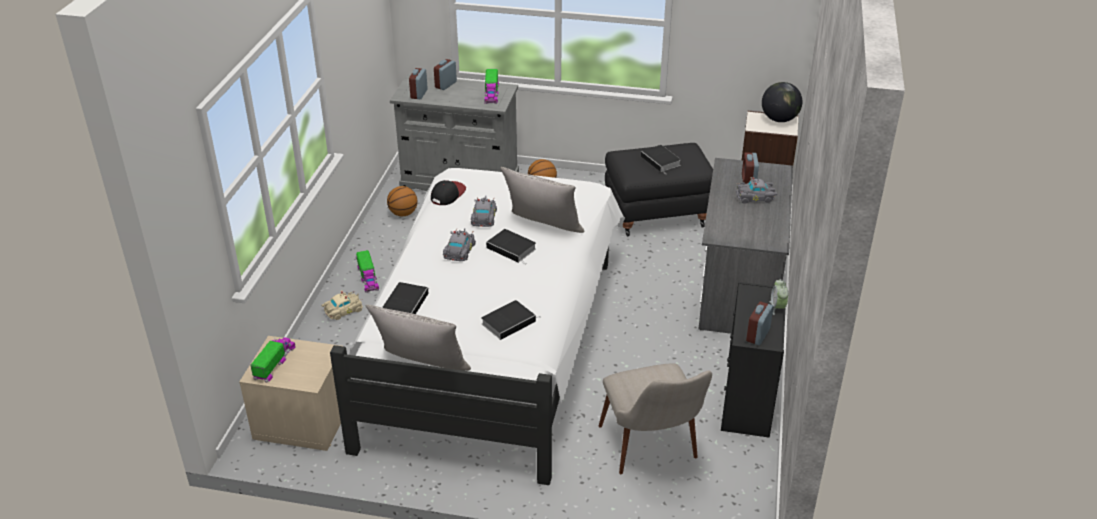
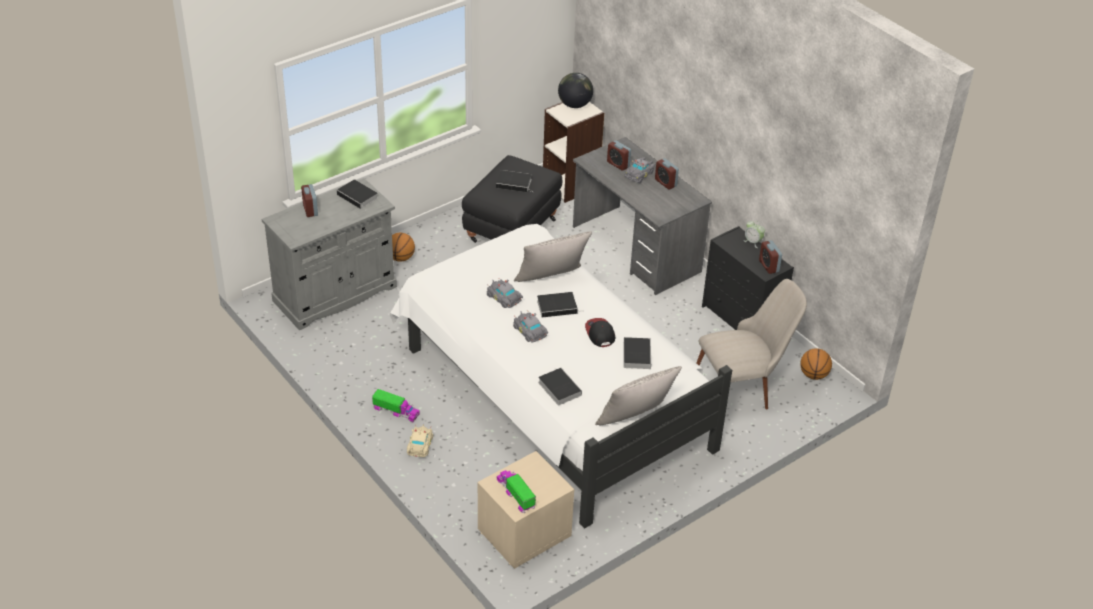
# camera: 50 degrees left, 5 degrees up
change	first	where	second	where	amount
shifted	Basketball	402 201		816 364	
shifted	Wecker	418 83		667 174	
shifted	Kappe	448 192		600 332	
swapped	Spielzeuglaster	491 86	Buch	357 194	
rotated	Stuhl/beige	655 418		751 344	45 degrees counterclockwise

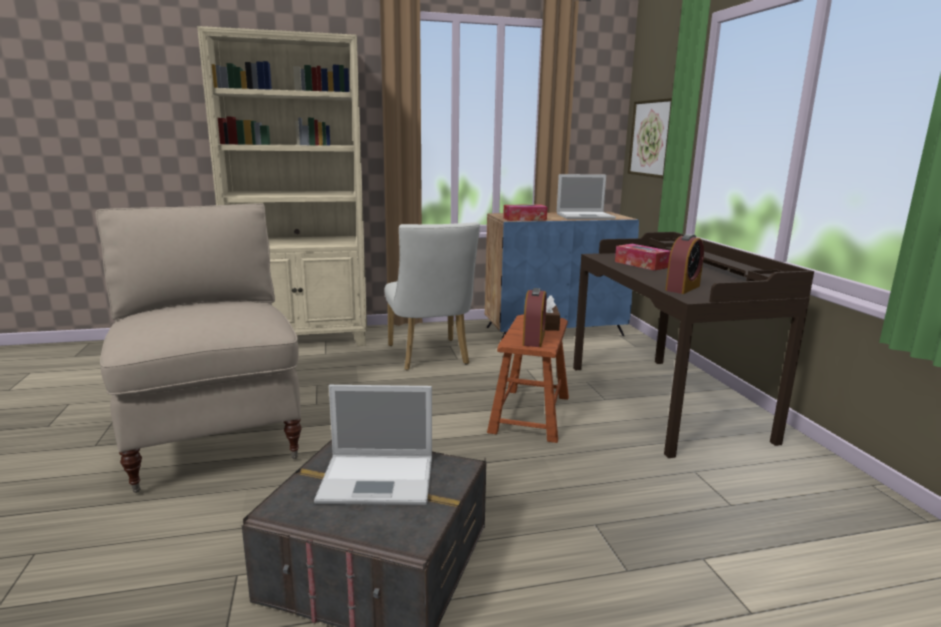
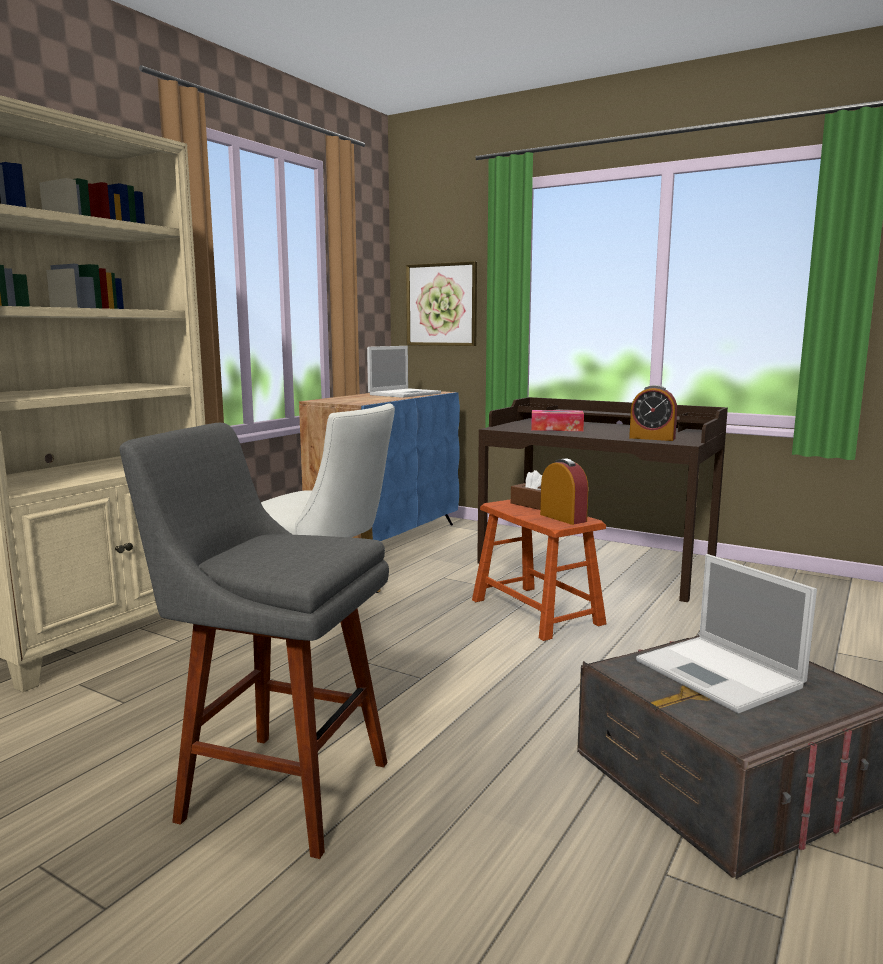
# camera: 45 degrees left, 5 degrees down
change	first	where	second	where	amount
gone	Taschentuchbox	525 212			
swapped	Stuhl/beige	198 348	Hocker/grau	254 641	
rotated	Laptop	373 445		726 634	105 degrees clockwise
rotated	Wecker	684 264		653 413	120 degrees clockwise

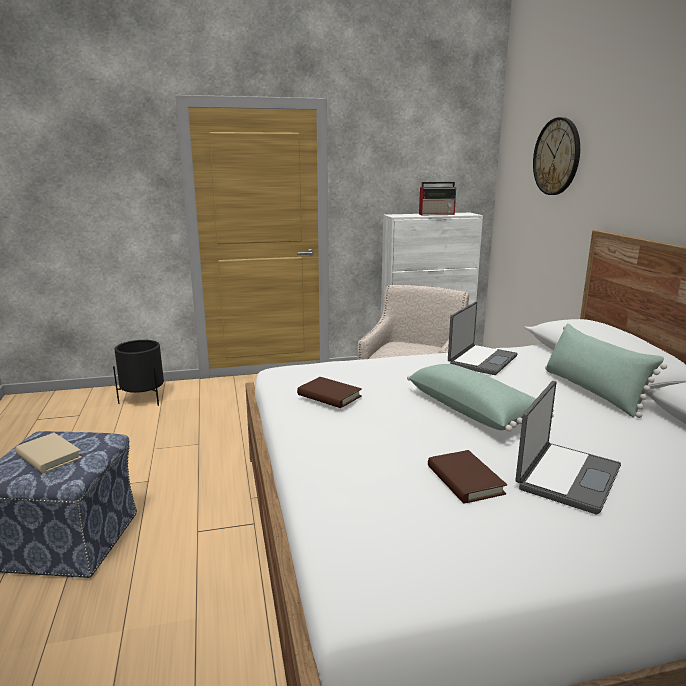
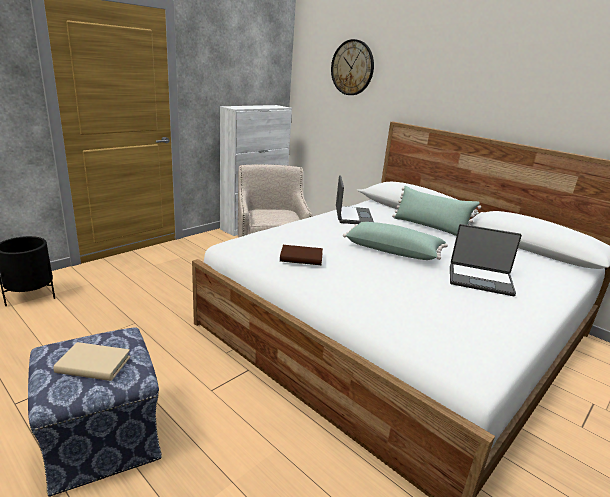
# camera: 35 degrees left, 5 degrees up
change	first	where	second	where	amount
gone	Radio	437 198			
gone	Buch/braun	467 477			
rotated	Laptop	568 448		486 260	105 degrees clockwise

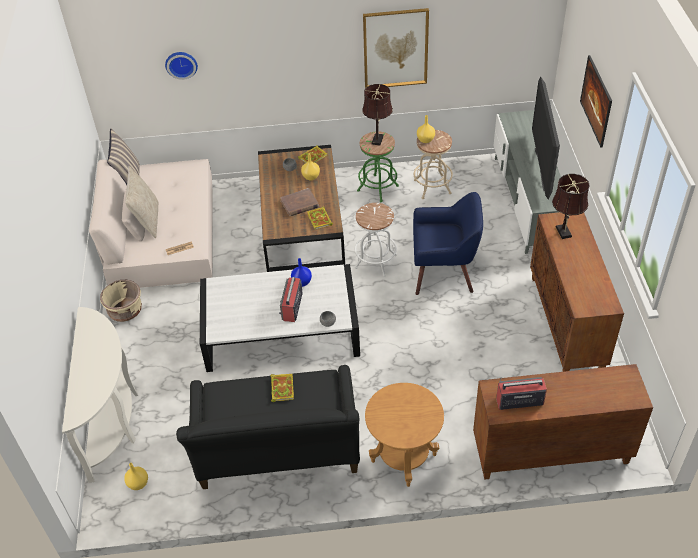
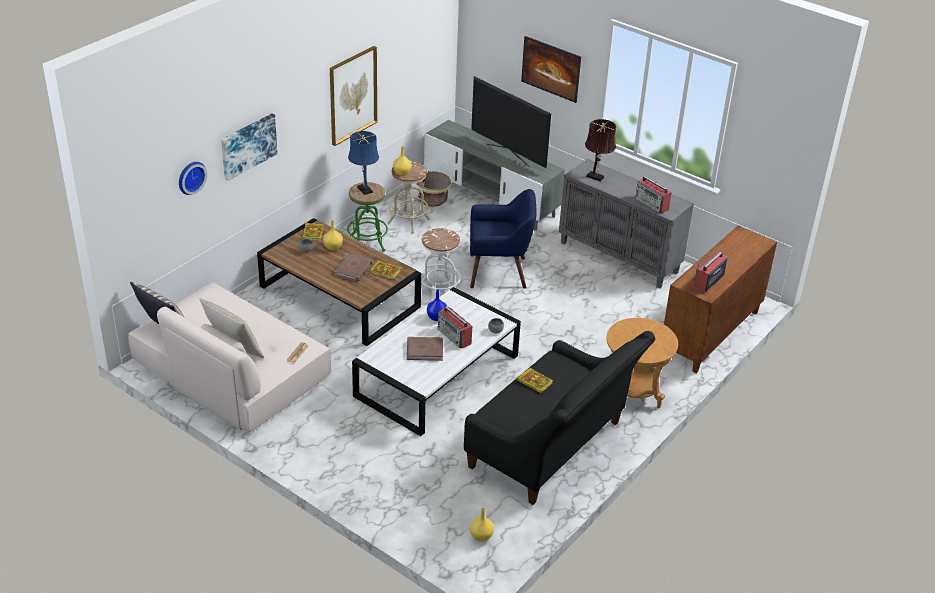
# camera: 50 degrees left, 10 degrees down
change	first	where	second	where	amount
gone	Konsolentisch/weiß	100 395			
new			Bild	249 147	
new			Buch/braun	425 349	
new			Radio	653 195	
shifted	Pflanzkübel/beige	121 301		433 189	
repainted	Tischlampe/braun	377 114	Tischlampe/blau	363 163	
repainted	Schrank/braun	577 292	Schrank/grau	626 224	
rotated	Sessel/blau	448 243		503 238	45 degrees clockwise

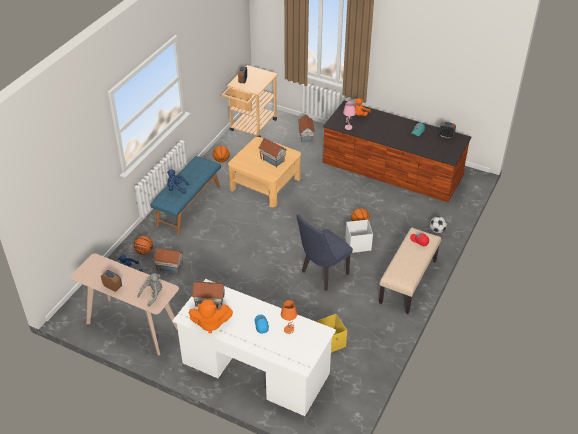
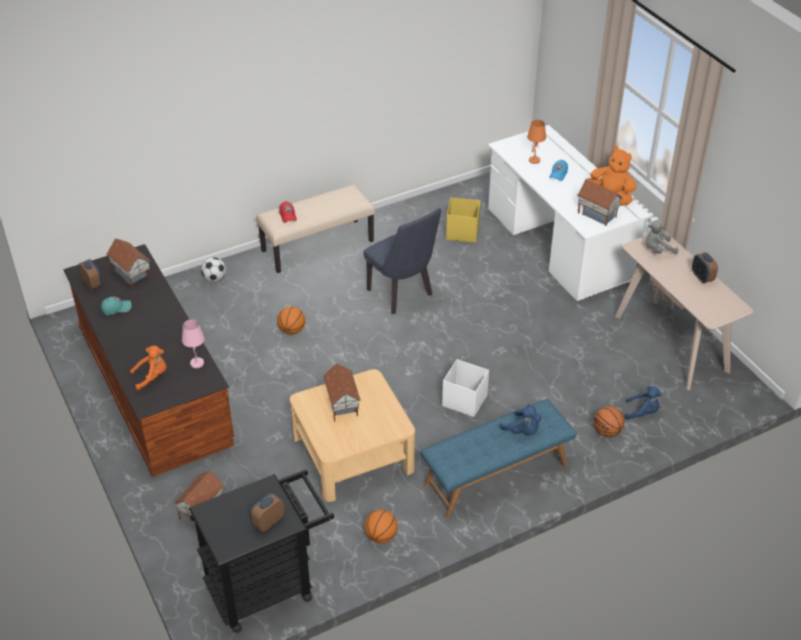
# camera: 145 degrees left, 0 degrees up
change	first	where	second	where	amount
shifted	Spielzeughaus	168 261		128 263	
shifted	Aufbewahrungsbox/weiß	359 236		465 388	
repainted	Rollwagen/beige	249 101	Rollwagen/schwarz	261 551	
rotated	Stuhl/blau	325 252		402 261	60 degrees clockwise

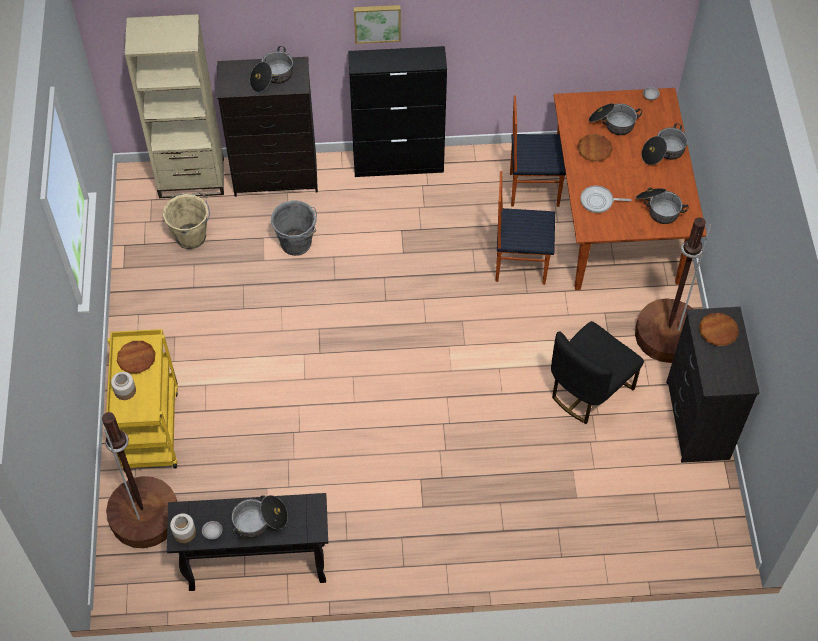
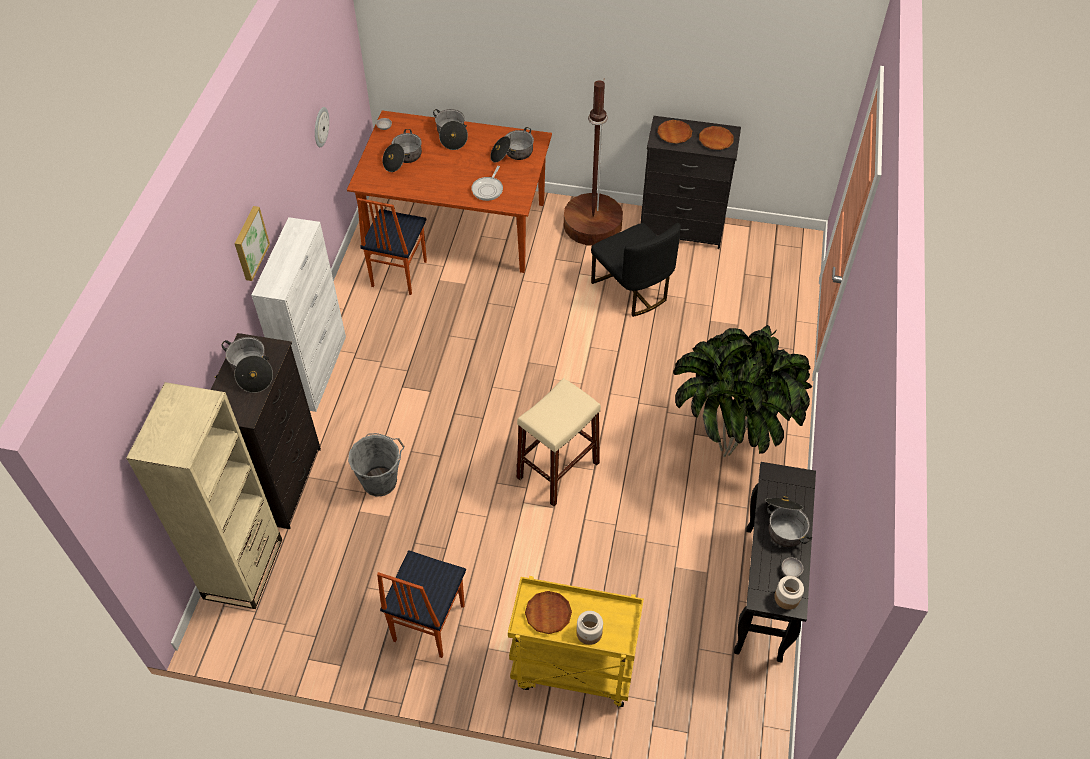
# camera: 75 degrees left, 5 degrees down
change	first	where	second	where	amount
gone	Stehlampe/braun	139 480			
gone	Eimer/beige	186 220			
new			Wanduhr	322 127	
new			Hocker/beige	558 442	
new			Topfpflanze	742 391	
shifted	Stuhl	525 228		421 604	
shifted	Teller/braun	595 148		716 138	
repainted	Schrank/schwarz	397 111	Schrank/weiß	298 314	

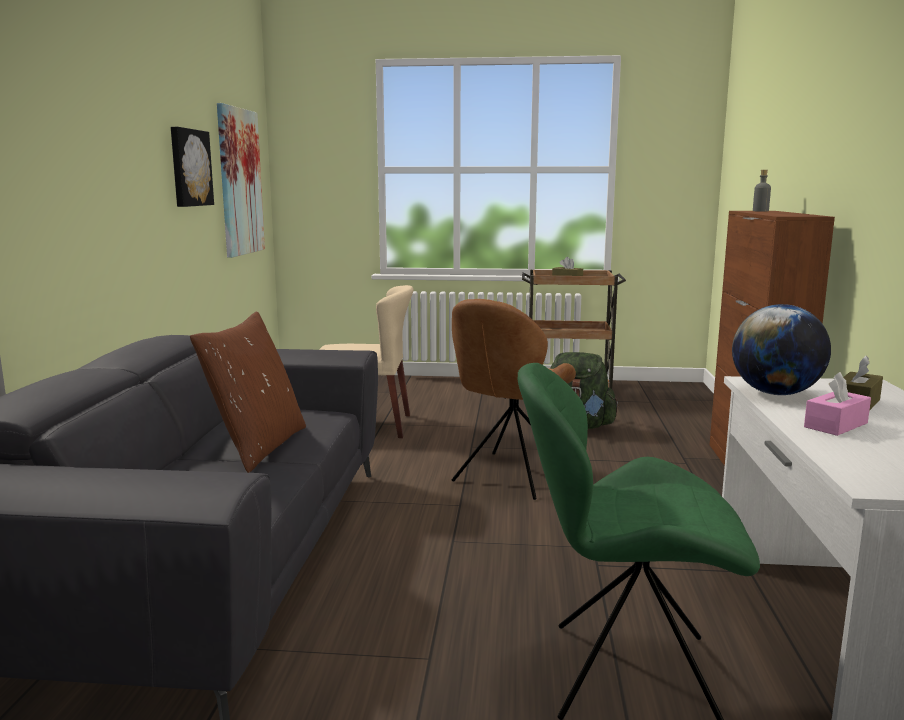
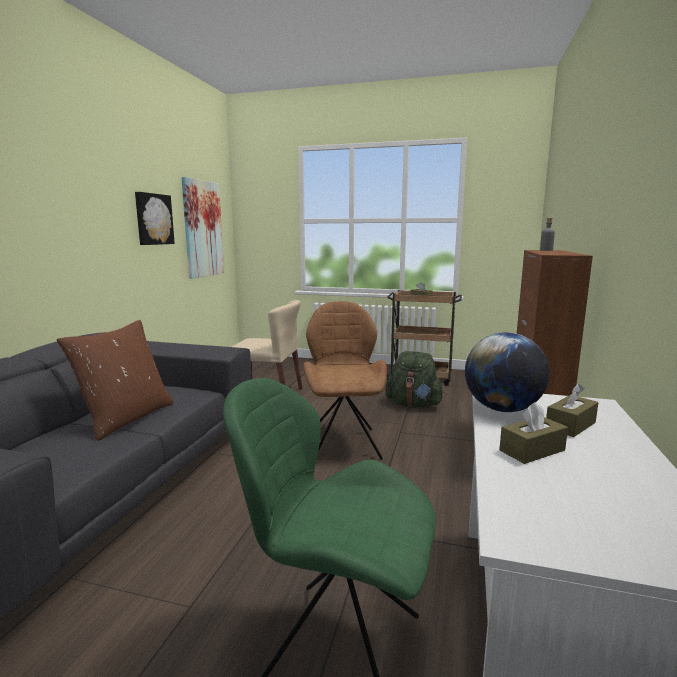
# camera: 10 degrees right, 0 degrees up
change	first	where	second	where	amount
repainted	Taschentuchbox/rosa	837 404	Taschentuchbox/braun	533 433	
rotated	Stuhl/braun	514 399		345 380	135 degrees clockwise

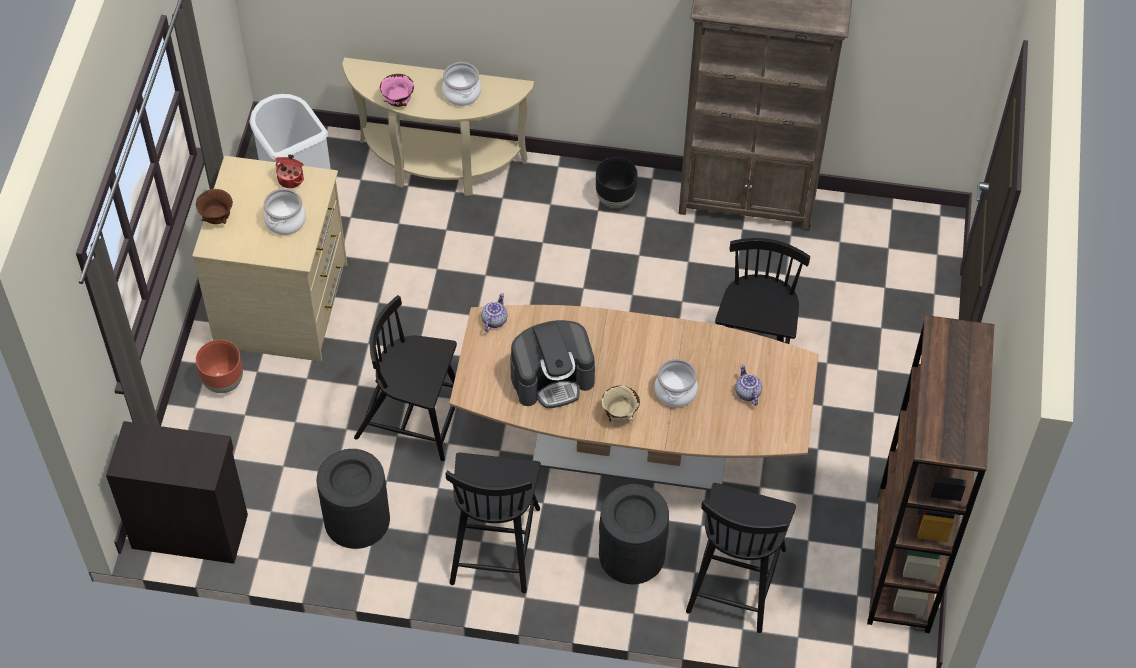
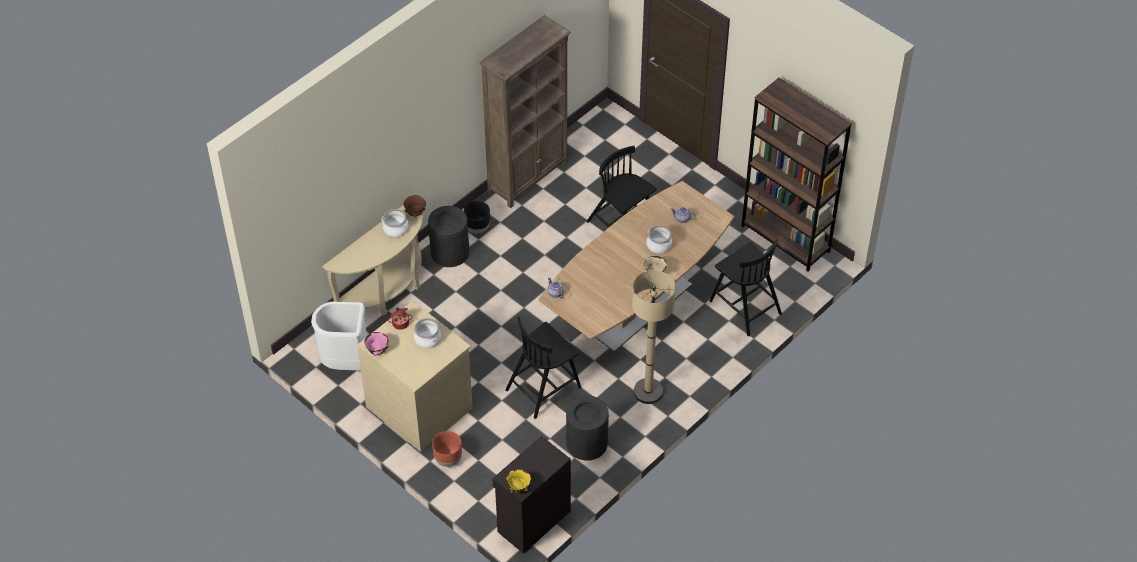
# camera: 55 degrees left, 5 degrees down
change	first	where	second	where	amount
gone	Kaffeemaschine	552 364			
new			Schüssel/gelb	518 481	
shifted	Schüssel/braun	214 206		415 206	
shifted	Schüssel/rosa	397 90		376 344	
shifted	Mülleimer/schwarz	634 534		448 236	
swapped	Stuhl/schwarz	493 523	Stehlampe/beige	653 337	

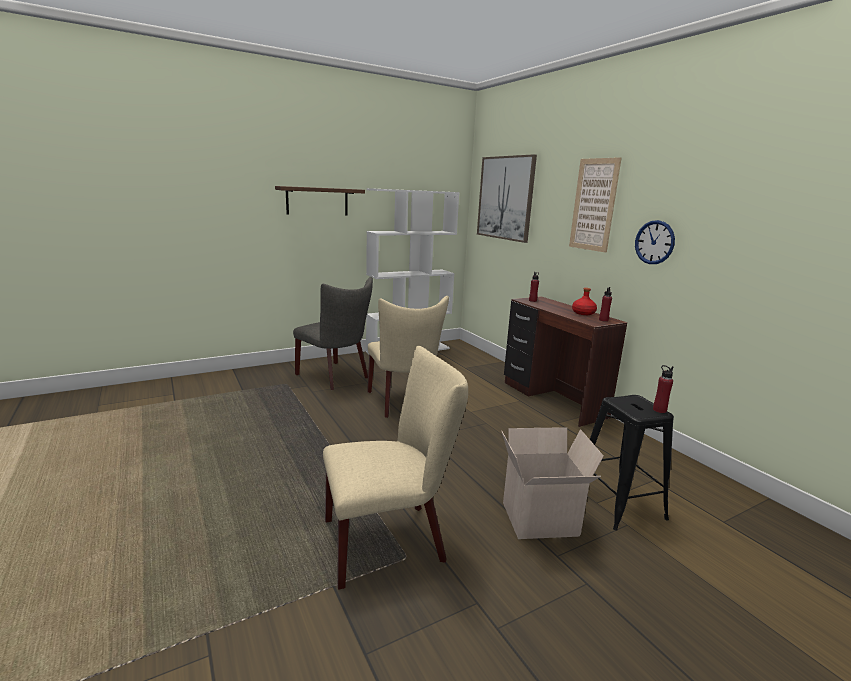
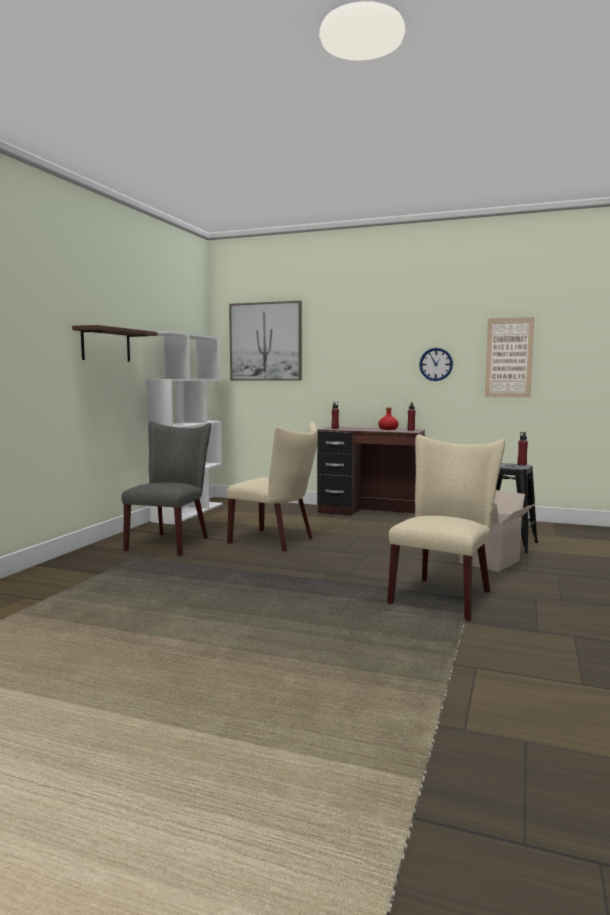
# camera: 40 degrees left, 10 degrees down
change	first	where	second	where	amount
shifted	Bild	595 205		509 357	
rotated	Stuhl/grau	333 333		166 488	75 degrees counterclockwise

